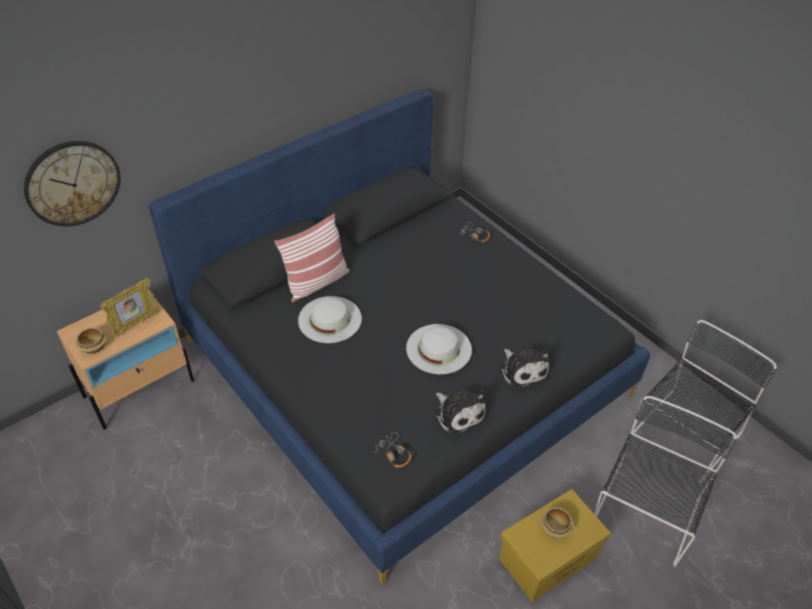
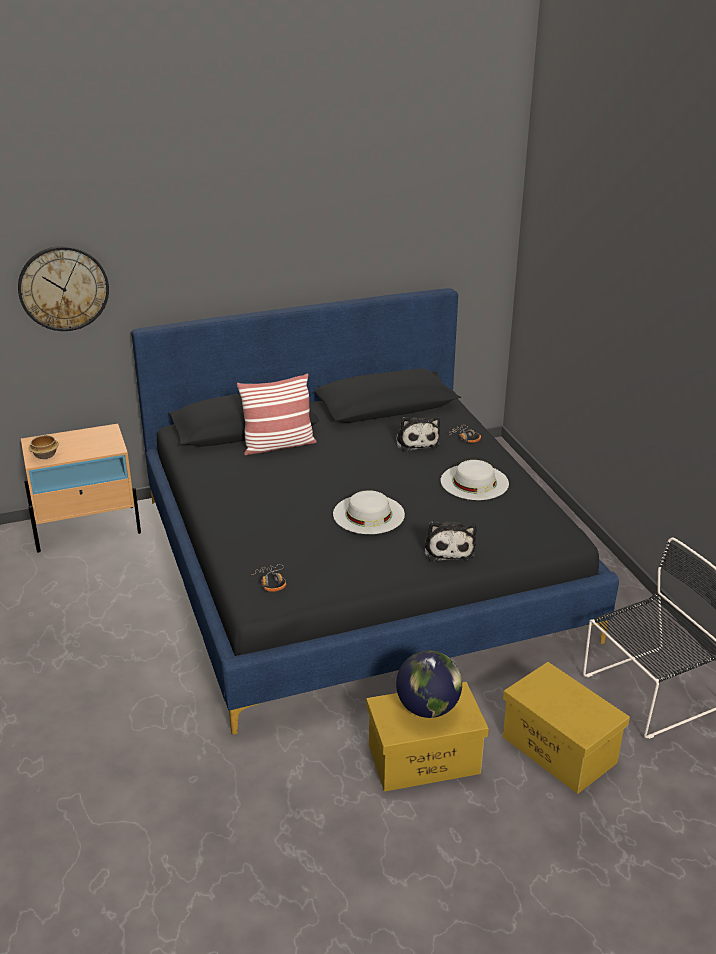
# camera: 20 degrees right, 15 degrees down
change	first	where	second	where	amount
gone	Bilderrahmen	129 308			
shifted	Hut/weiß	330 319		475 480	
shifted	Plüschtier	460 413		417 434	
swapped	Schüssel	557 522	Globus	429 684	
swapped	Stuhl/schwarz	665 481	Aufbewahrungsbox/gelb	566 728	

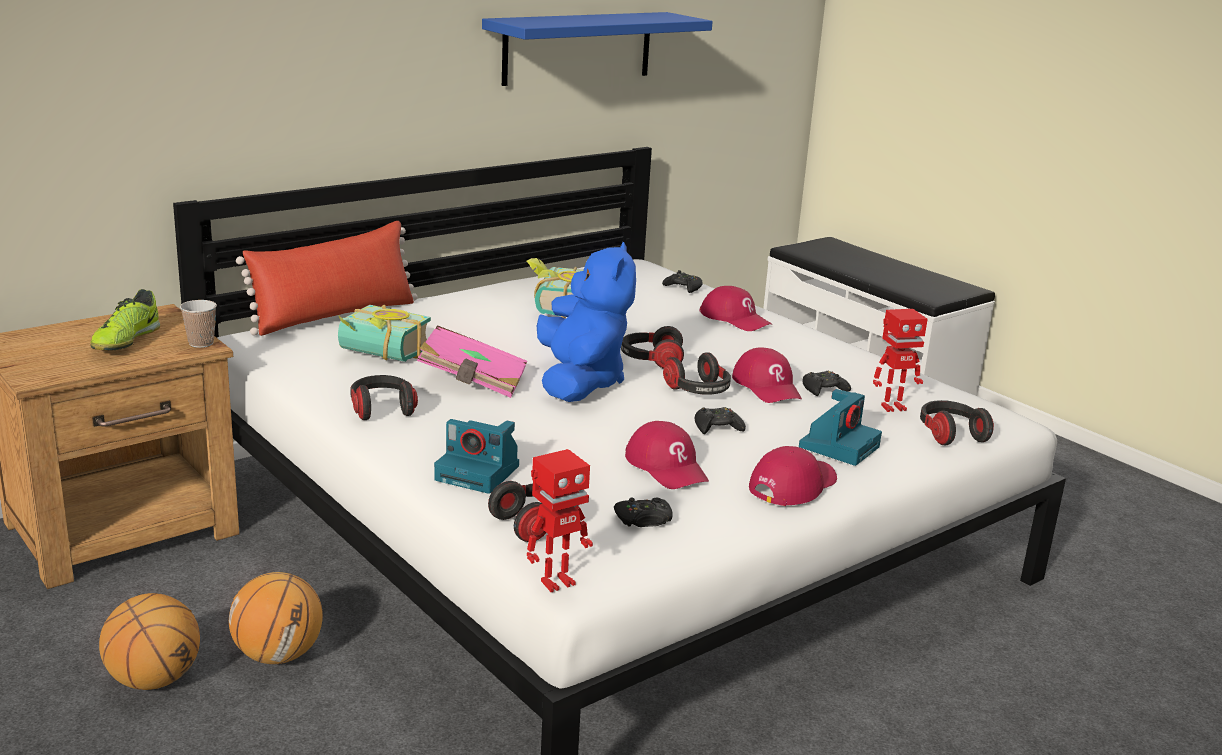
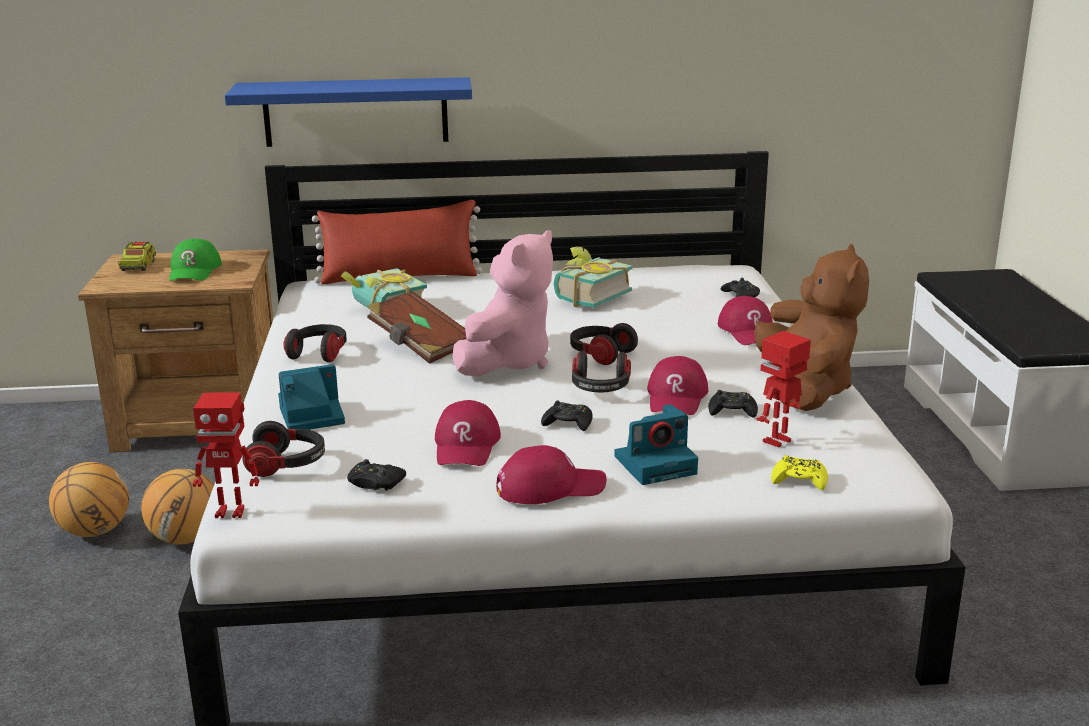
# camera: 35 degrees right, 0 degrees up
change	first	where	second	where	amount
gone	Tasse	198 324			
new			Spielzeuglaster	137 256	
new			Plüschtier/braun	811 327	
shifted	Wandregal/blau	597 49		348 112	
swapped	Schuh	125 319	Kappe/grün	195 259	
swapped	Kopfhörer	957 422	Gamepad/gelb	799 472	
repainted	Buch/rosa	472 361	Buch/braun	416 327	
repainted	Plüschtier/blau	586 322	Plüschtier/rosa	503 303	
rotated	Kamera	476 456		311 397	105 degrees clockwise
rotated	Spielzeugroboter	900 360		783 389	120 degrees clockwise

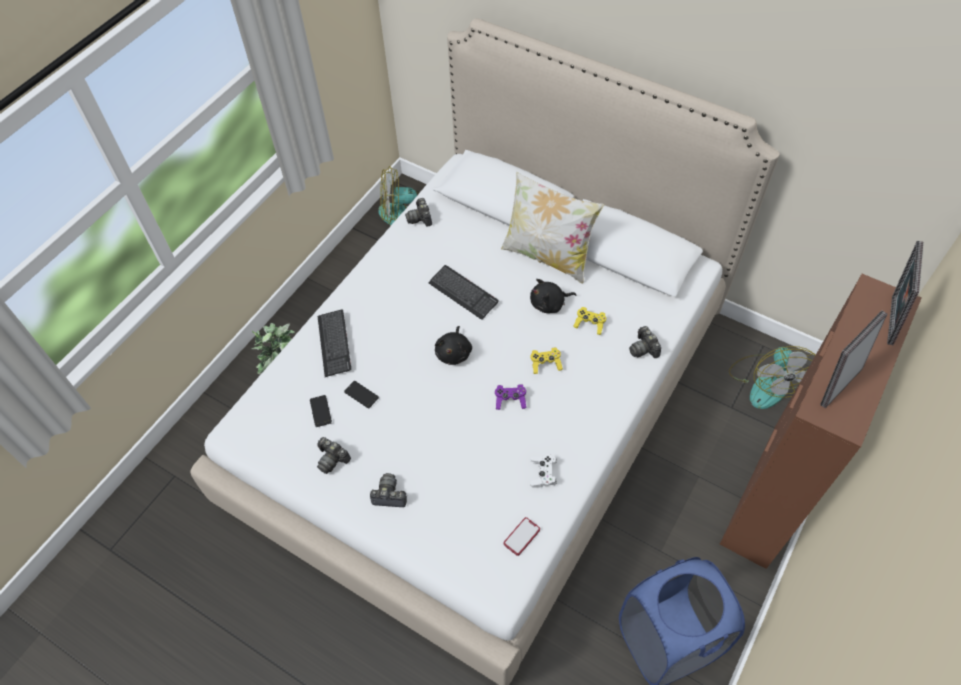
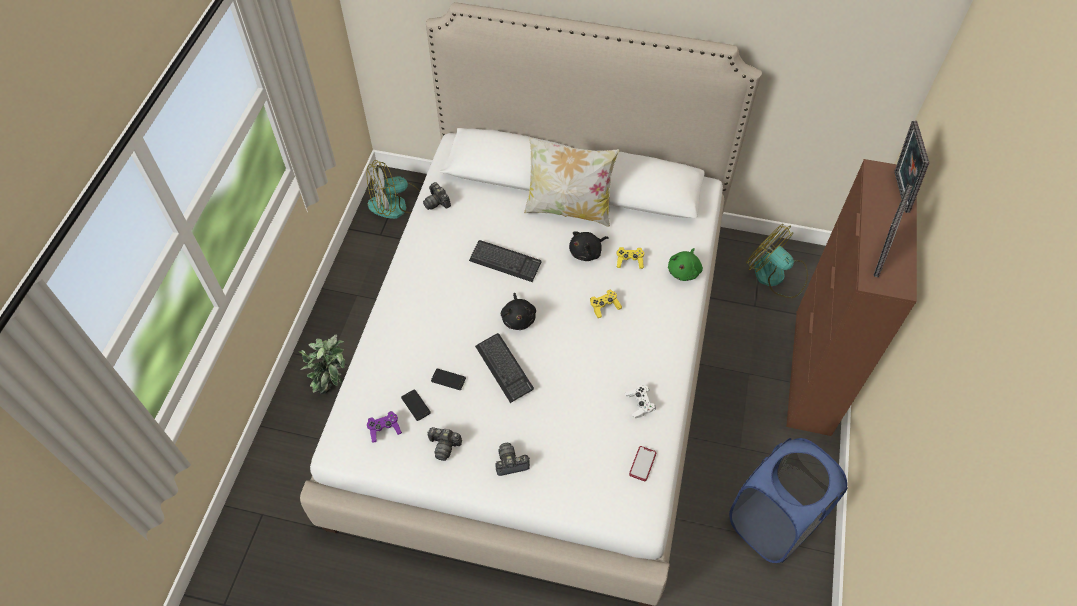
# camera: 20 degrees left, 0 degrees up
change	first	where	second	where	amount
shifted	Tastatur	334 343		504 368	
shifted	Gamepad/lila	511 397		384 427	
swapped	Kamera	645 342	Plüschtier/grün	685 264	
rotated	Ventilator	772 377		777 261	150 degrees clockwise

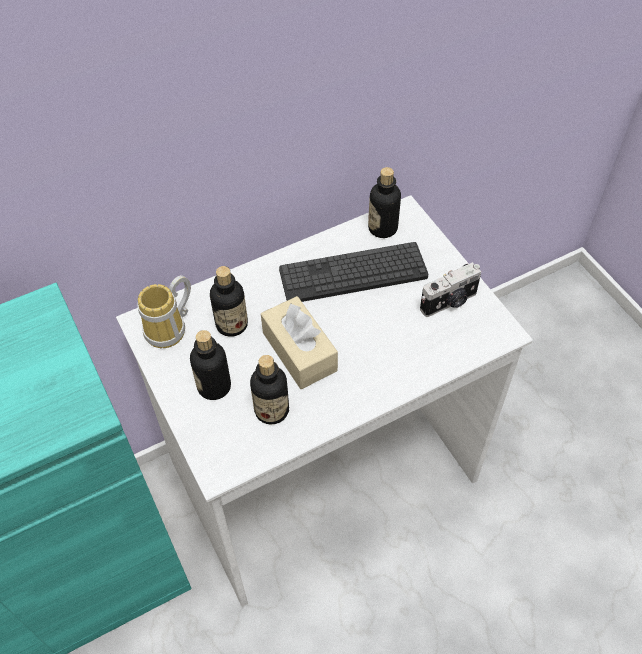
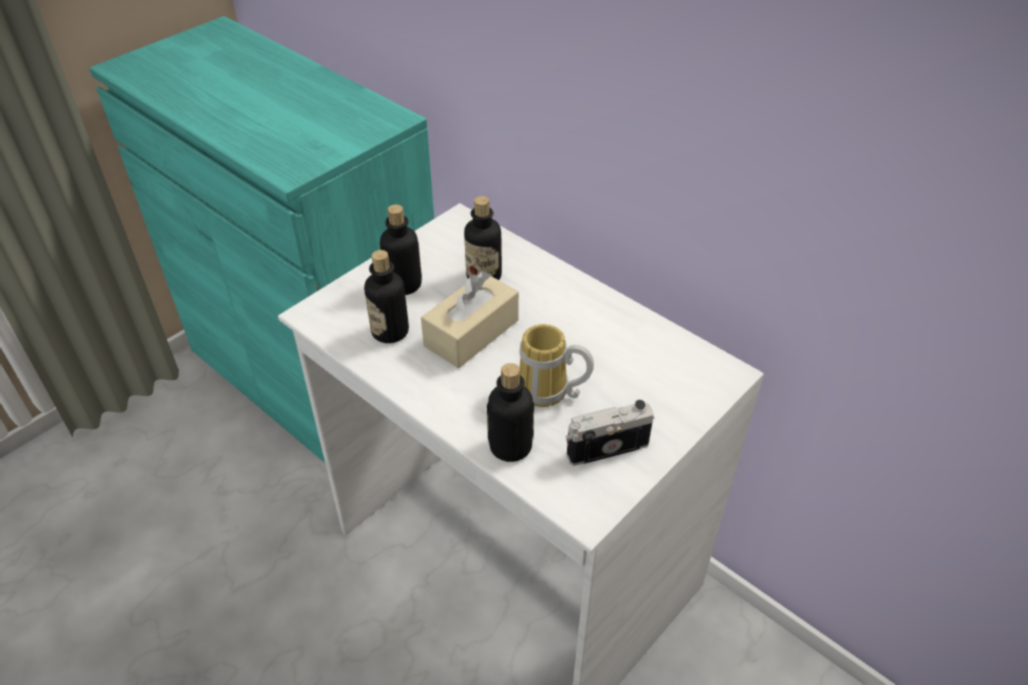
# camera: 70 degrees right, 10 degrees down
change	first	where	second	where	amount
gone	Tastatur	353 272			
shifted	Henkelbecher	164 311		556 365	
shifted	Flasche	384 202		510 412	
rotated	Kamera	450 289		610 433	120 degrees clockwise

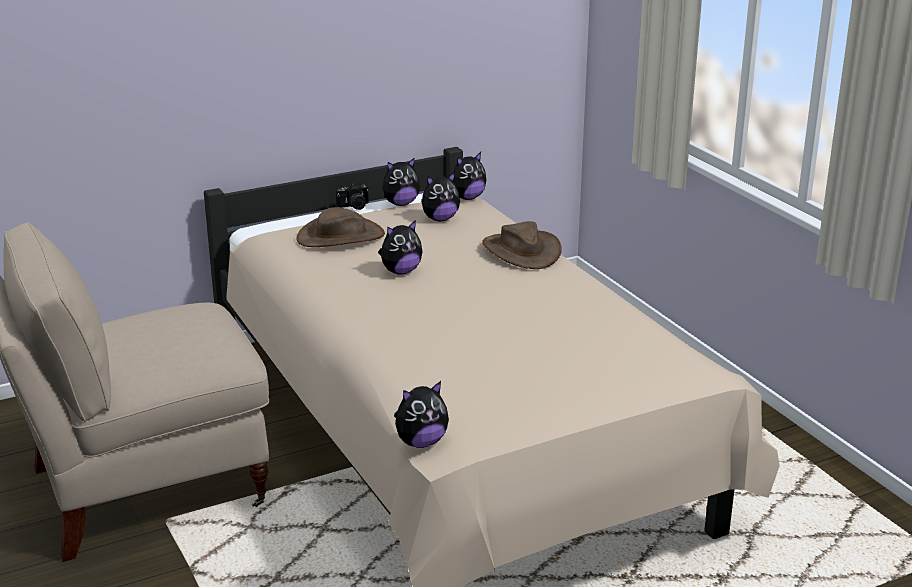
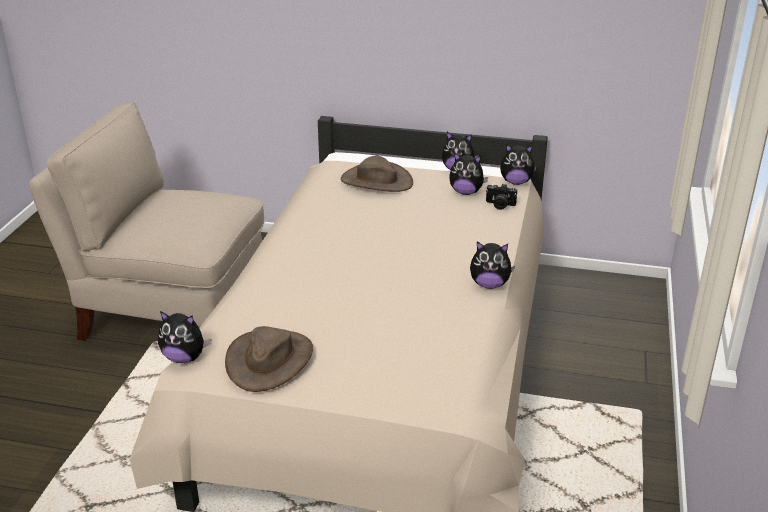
# camera: 40 degrees right, 5 degrees up
change	first	where	second	where	amount
shifted	Kamera	352 196		501 197	
shifted	Plüschtier	400 247		492 265	
shifted	Hut/braun	522 245		269 359	

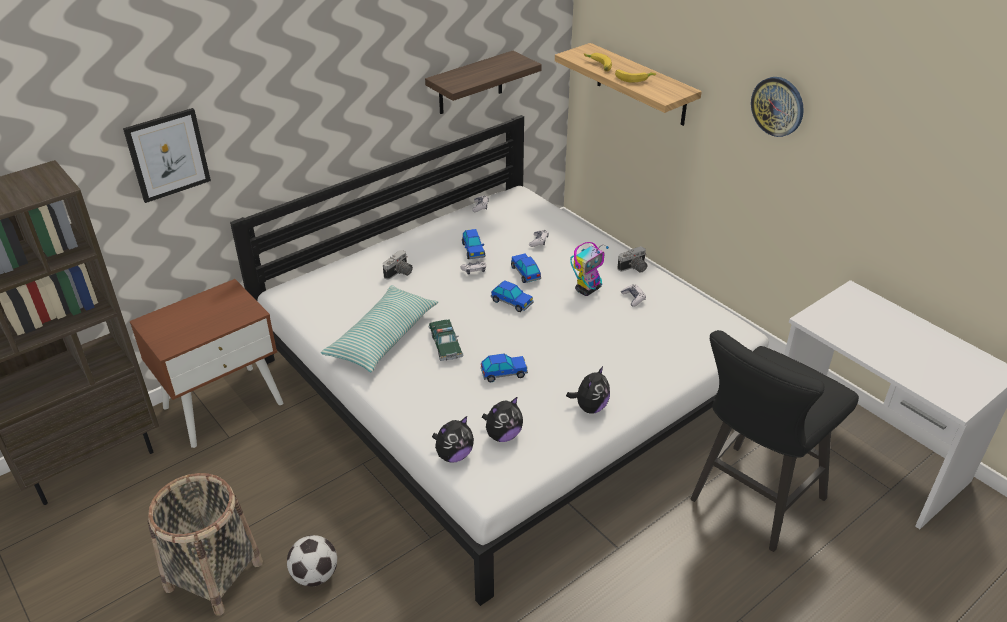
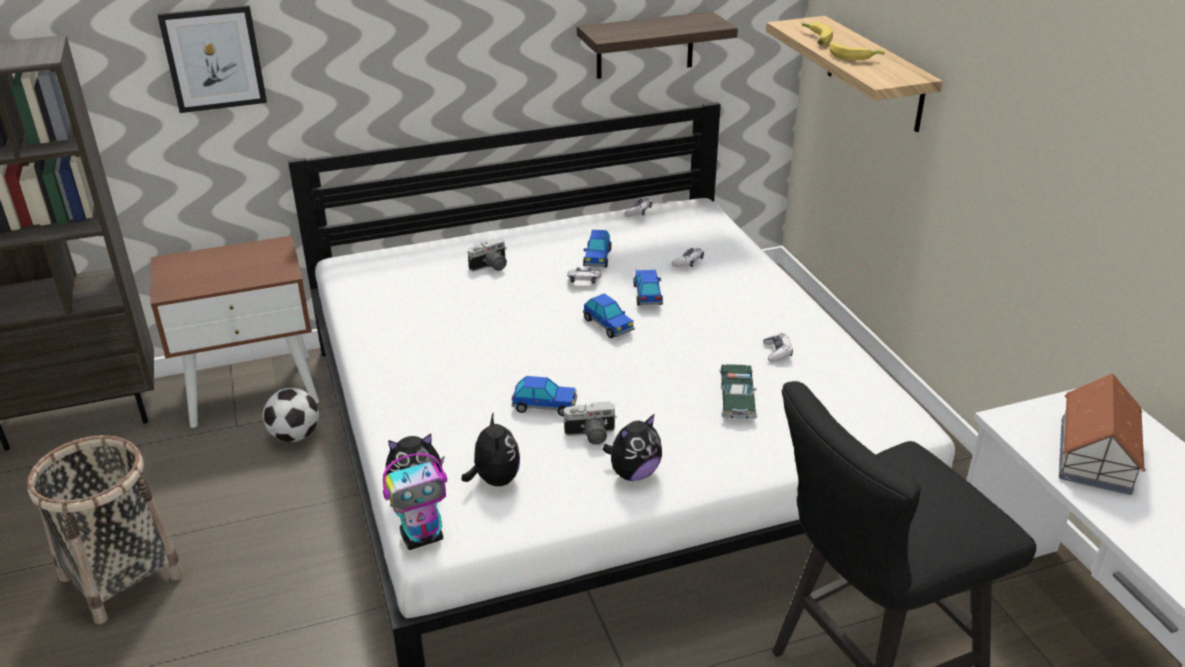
# camera: 20 degrees right, 5 degrees down
change	first	where	second	where	amount
gone	Kissen	379 328			
gone	Wanduhr	777 107			
new			Spielzeughaus	1102 434	
shifted	Fußball	312 560		291 415	
shifted	Spielzeugauto	446 340		738 391	
shifted	Spielzeugroboter	589 269		415 501	
shifted	Kamera	632 259		590 423	
rotated	Plüschtier	502 419		491 449	90 degrees counterclockwise

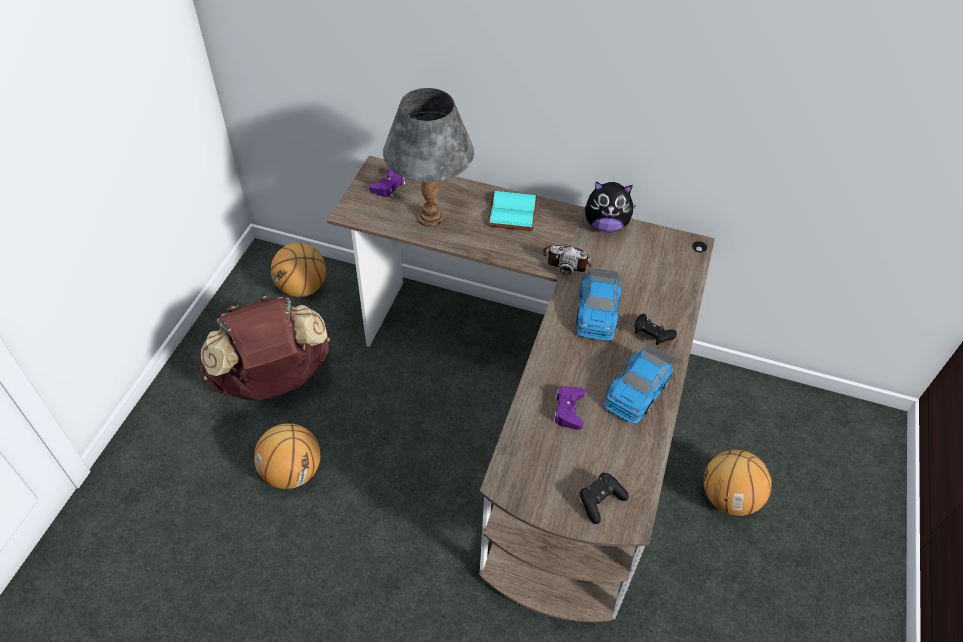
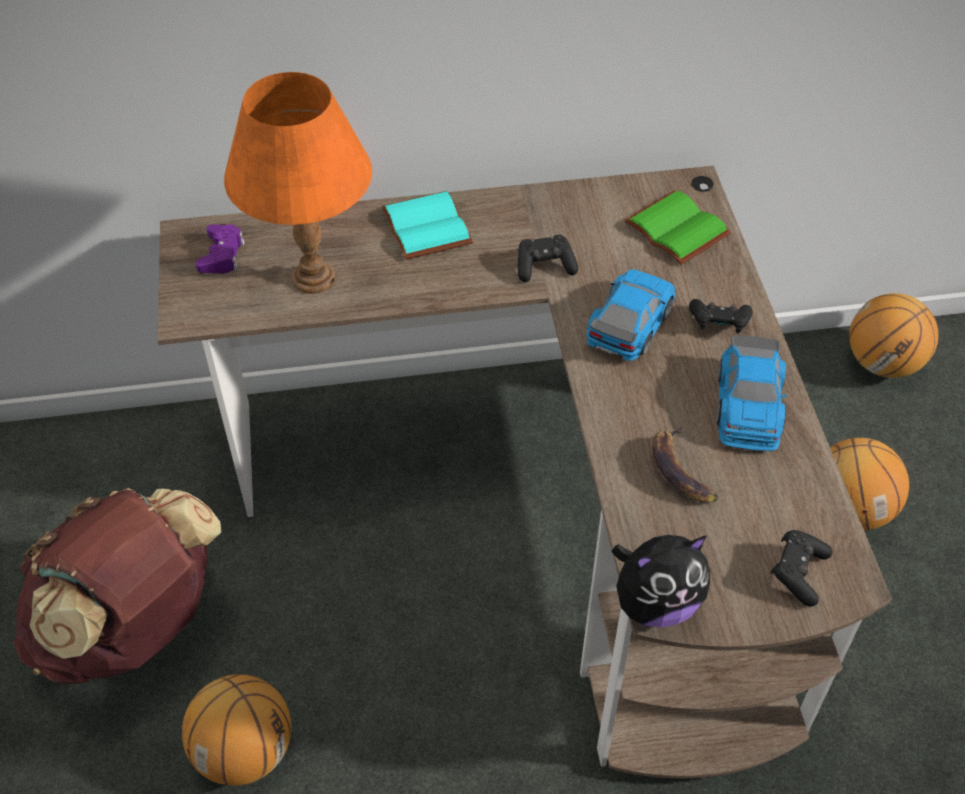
# camera: 25 degrees left, 0 degrees up
change	first	where	second	where	amount
new			Buch/grün	677 228	
shifted	Basketball	298 270		893 335	
shifted	Plüschtier	611 207		661 581	
swapped	Kamera	567 260	Gamepad/schwarz	548 258	
swapped	Gamepad/lila	569 408	Banane	685 464	
repainted	Tischlampe/grau	428 157	Tischlampe/orange	298 183	
rotated	Spielzeugauto	599 304		631 315	135 degrees counterclockwise

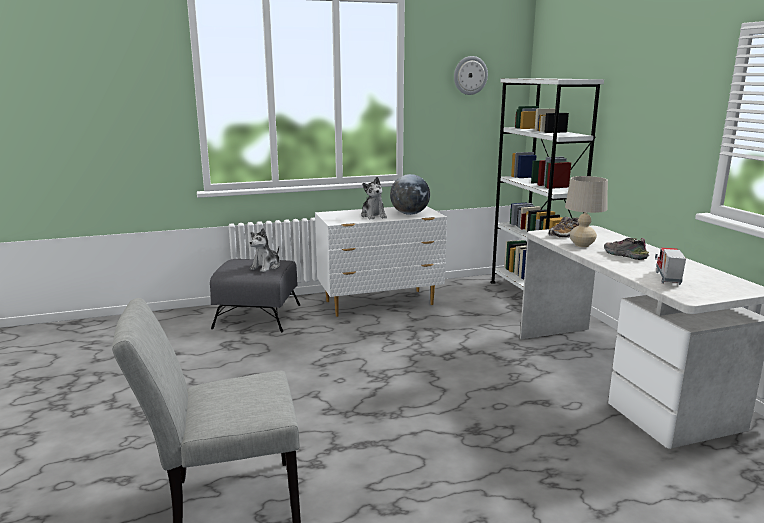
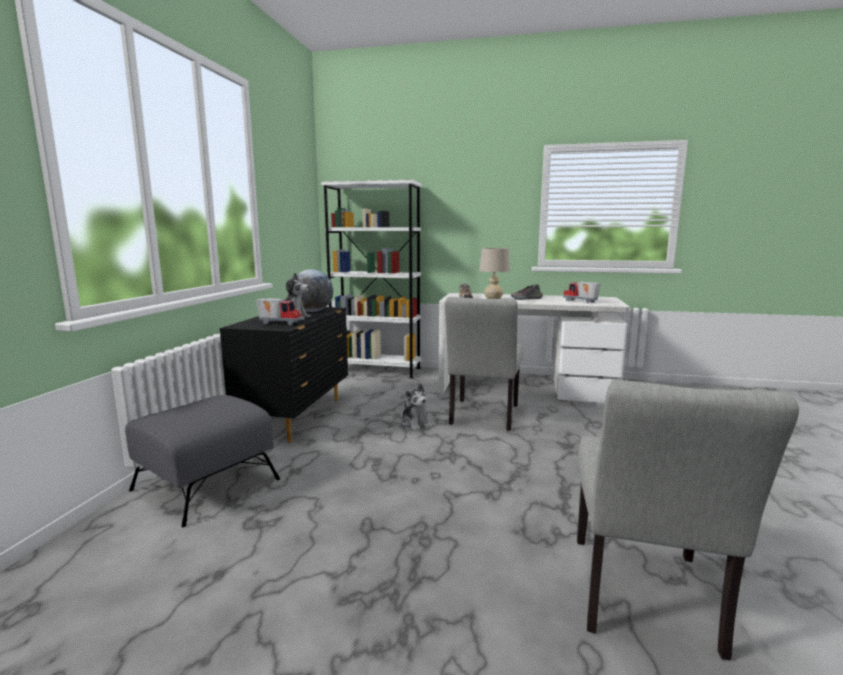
# camera: 60 degrees left, 5 degrees down
change	first	where	second	where	amount
gone	Wanduhr	471 75			
new			Spielzeuglaster	279 311	
new			Stuhl/grau	484 364	
shifted	Plüschtier	264 250		417 407	
repainted	Kommode/weiß	381 261	Kommode/schwarz	284 375	

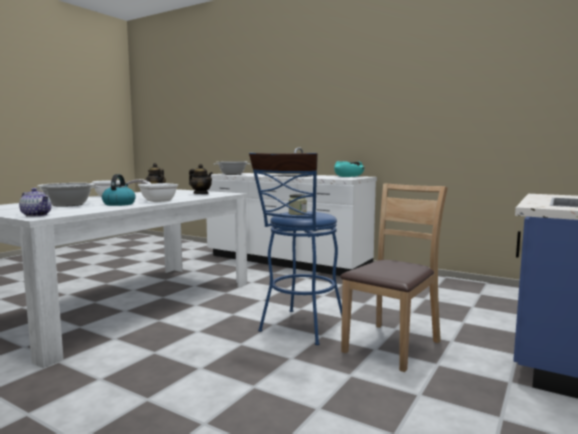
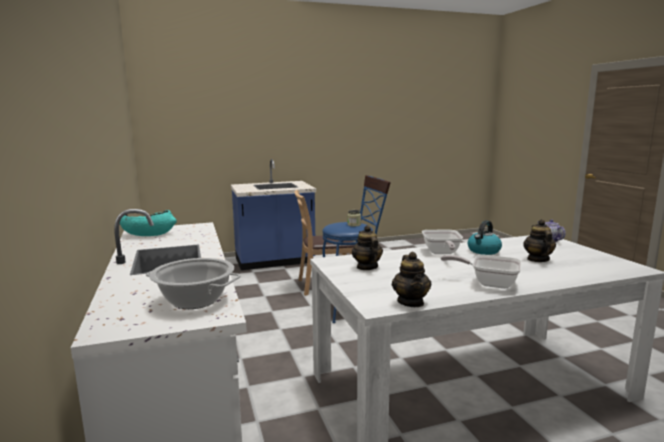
# camera: 140 degrees left, 5 degrees up
change	first	where	second	where	amount
swapped	Kochtopf	68 195	Teekanne	539 240	

